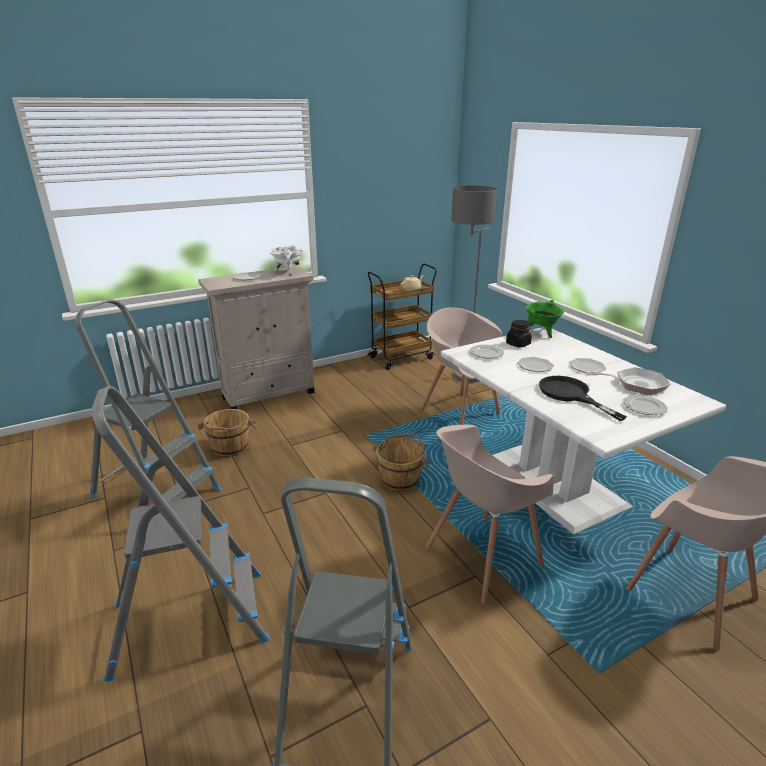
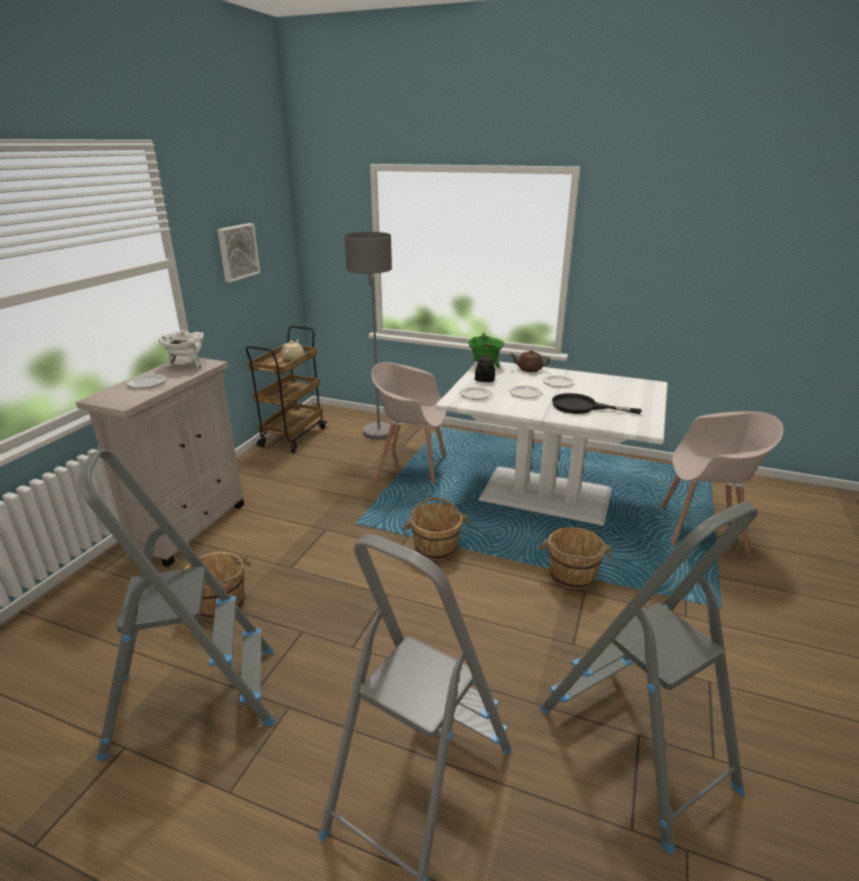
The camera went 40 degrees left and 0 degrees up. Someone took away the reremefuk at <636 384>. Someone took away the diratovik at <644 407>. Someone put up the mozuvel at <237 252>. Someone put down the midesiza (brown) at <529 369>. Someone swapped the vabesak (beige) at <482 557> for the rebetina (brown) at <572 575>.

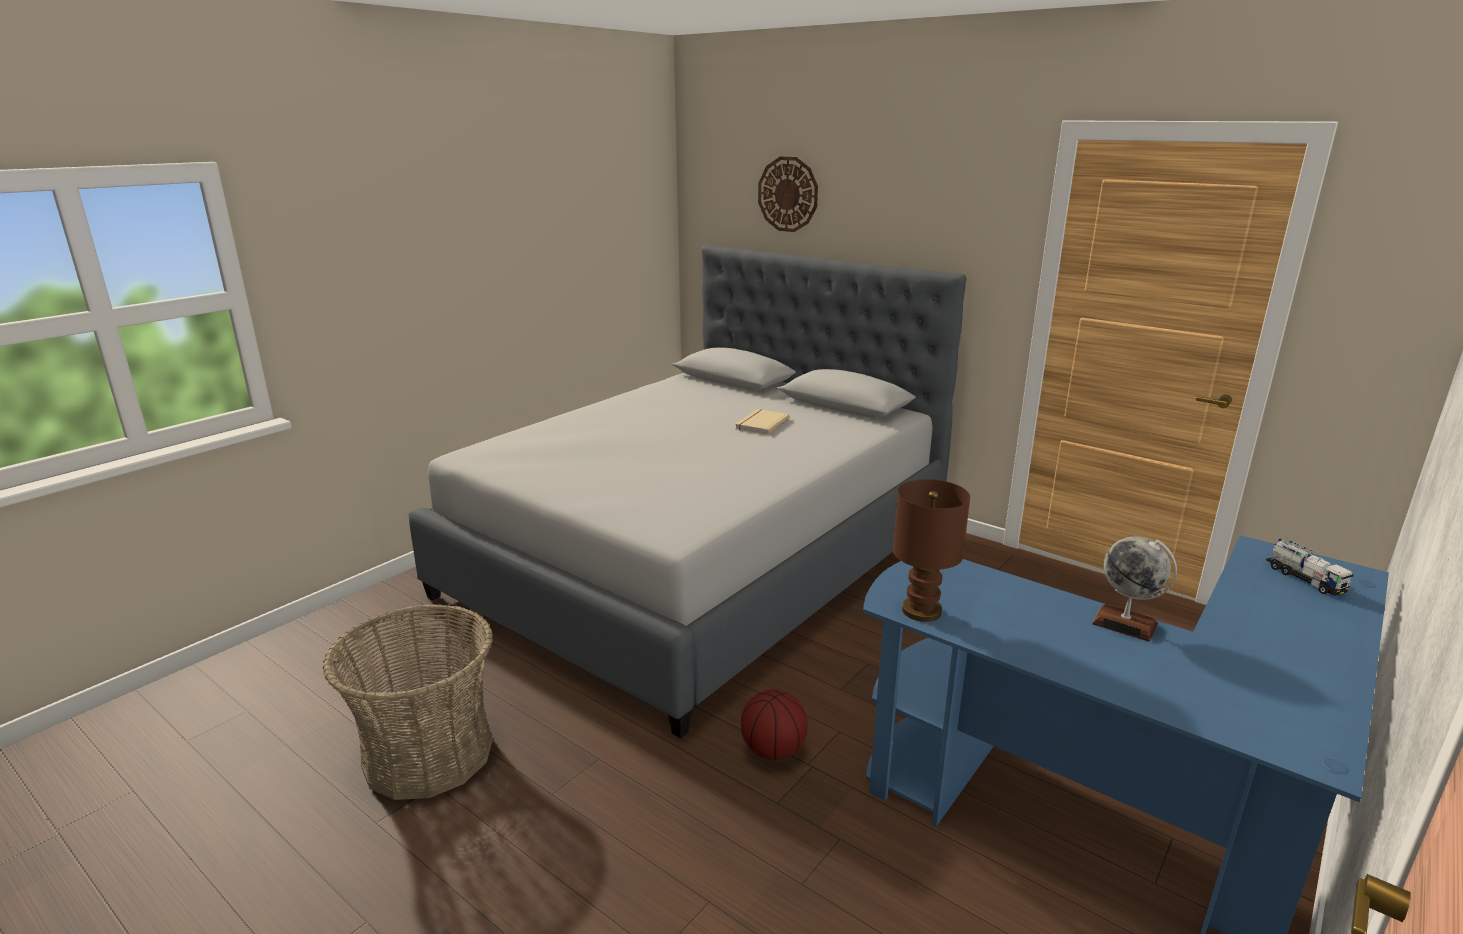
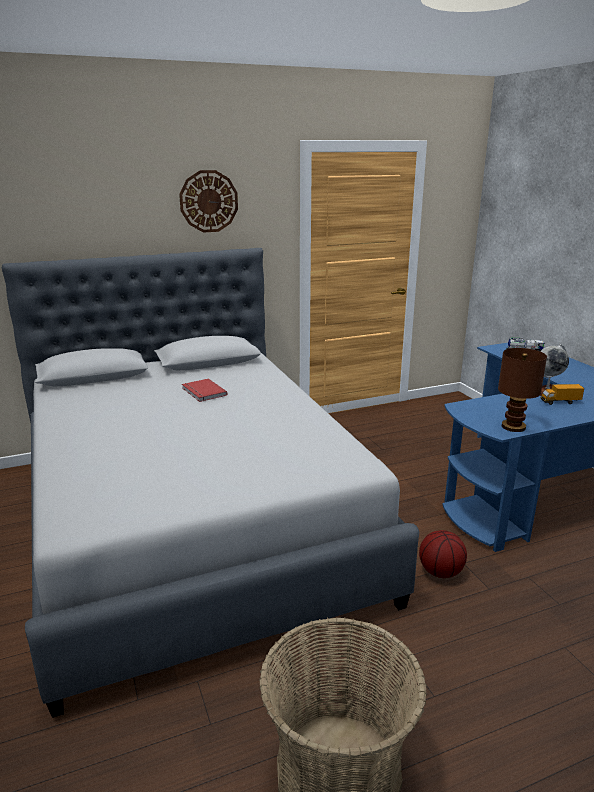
The camera went 60 degrees left and 0 degrees up. Someone put down the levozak at <560 402>. Someone carried the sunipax from <788 194> to <208 201>. Someone repainted the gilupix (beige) at <760 424>, which became the gilupix (red) at <203 392>.

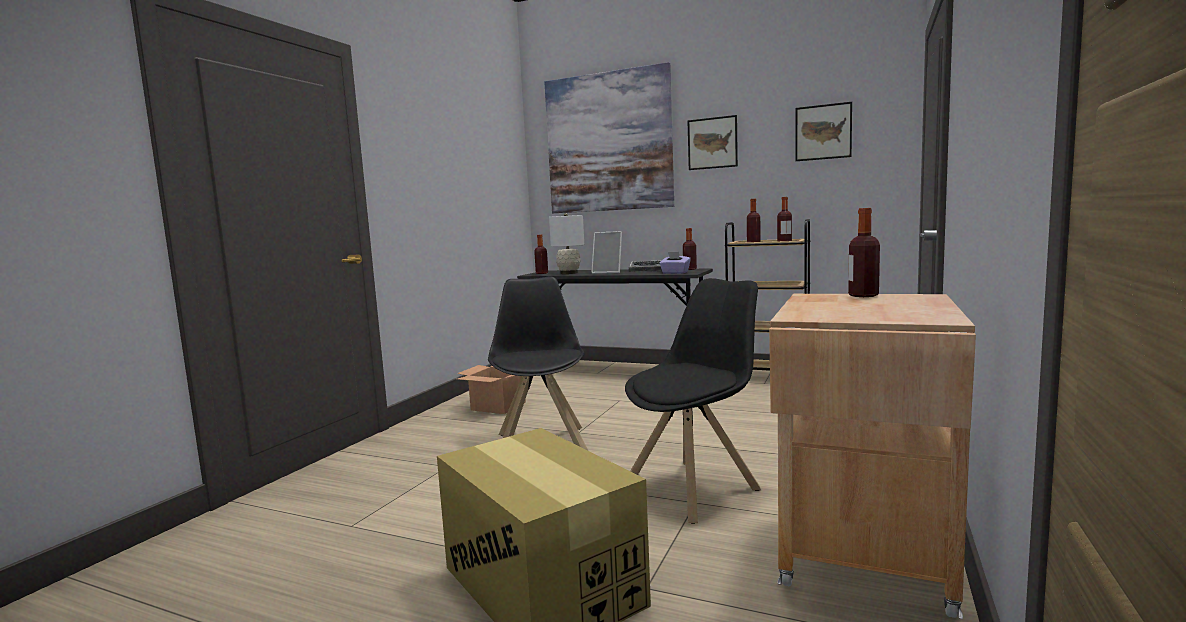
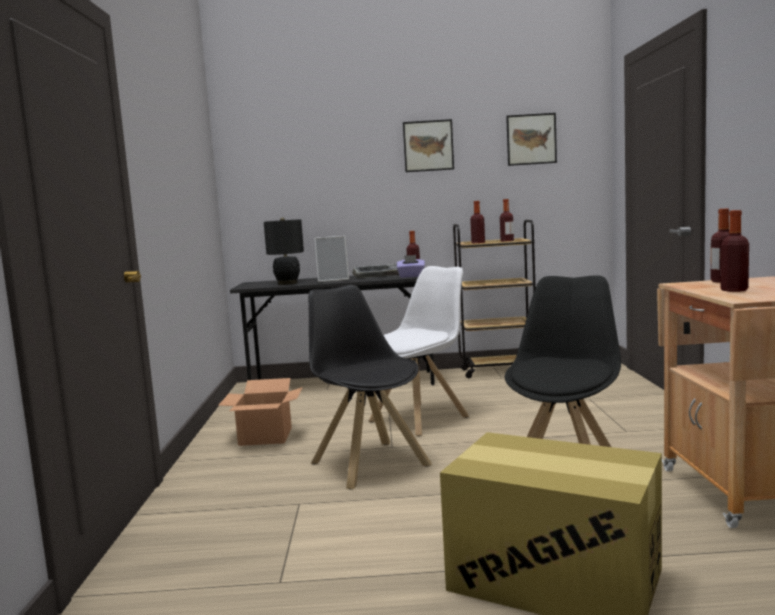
The camera went 25 degrees left and 0 degrees up. Someone took away the mozuvel at <608 142>. Someone put down the vabesak (white) at <422 417>. Someone carried the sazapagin from <542 273> to <734 290>. Someone repainted the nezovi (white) at <569 273>, which became the nezovi (black) at <287 283>.

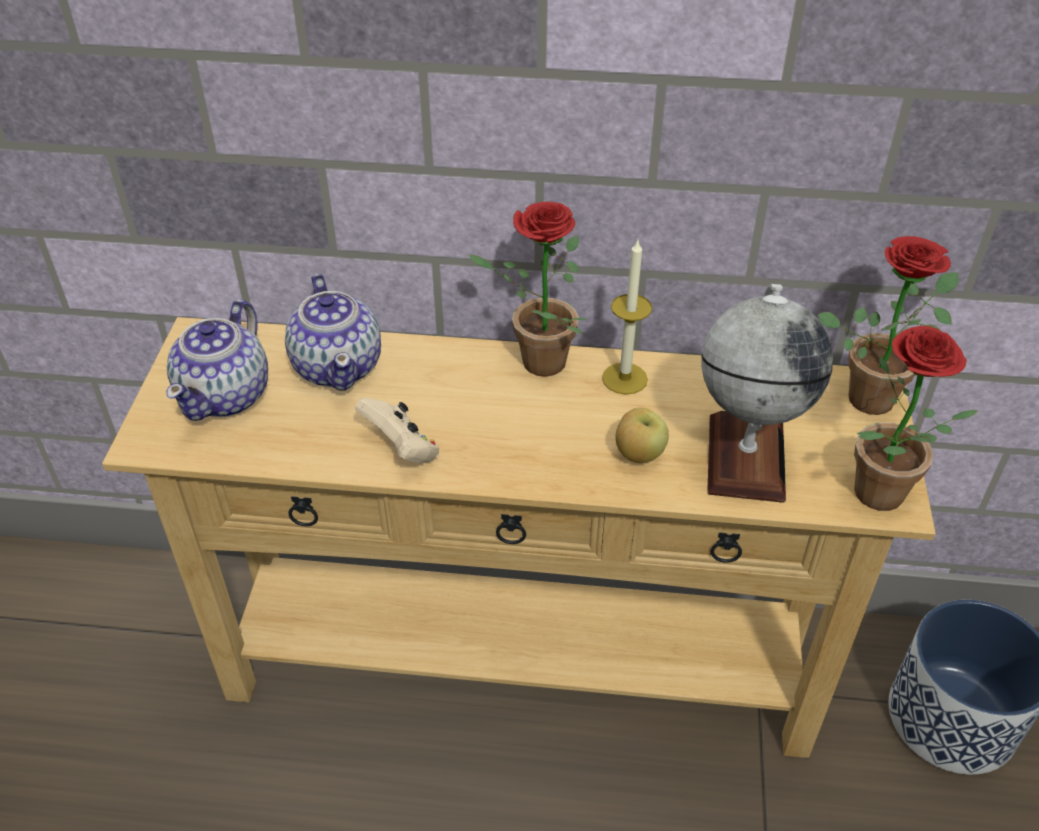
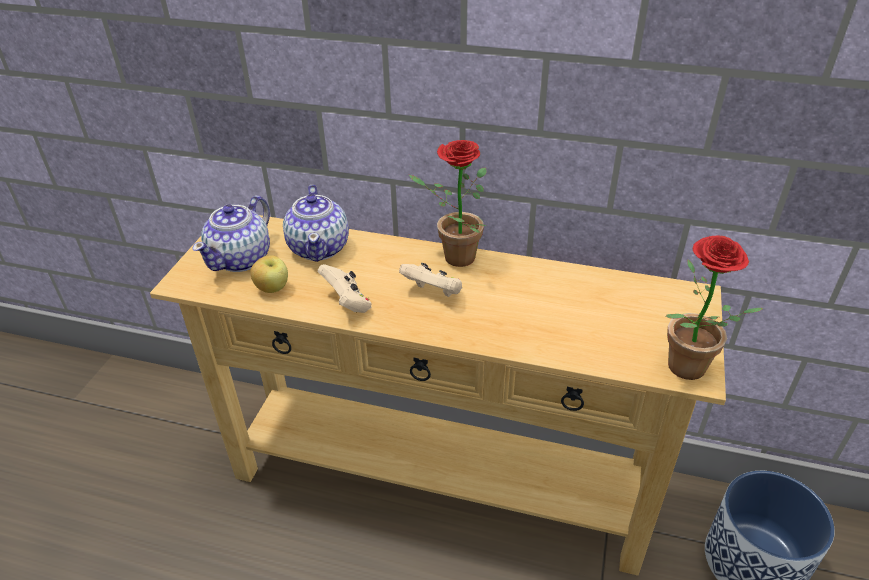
The camera went 10 degrees right and 5 degrees down. Someone took away the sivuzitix at <624 378>. Someone took away the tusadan at <745 457>. Someone took away the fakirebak at <875 393>. Someone put down the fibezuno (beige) at <434 292>. Someone carried the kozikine from <639 455> to <272 288>.

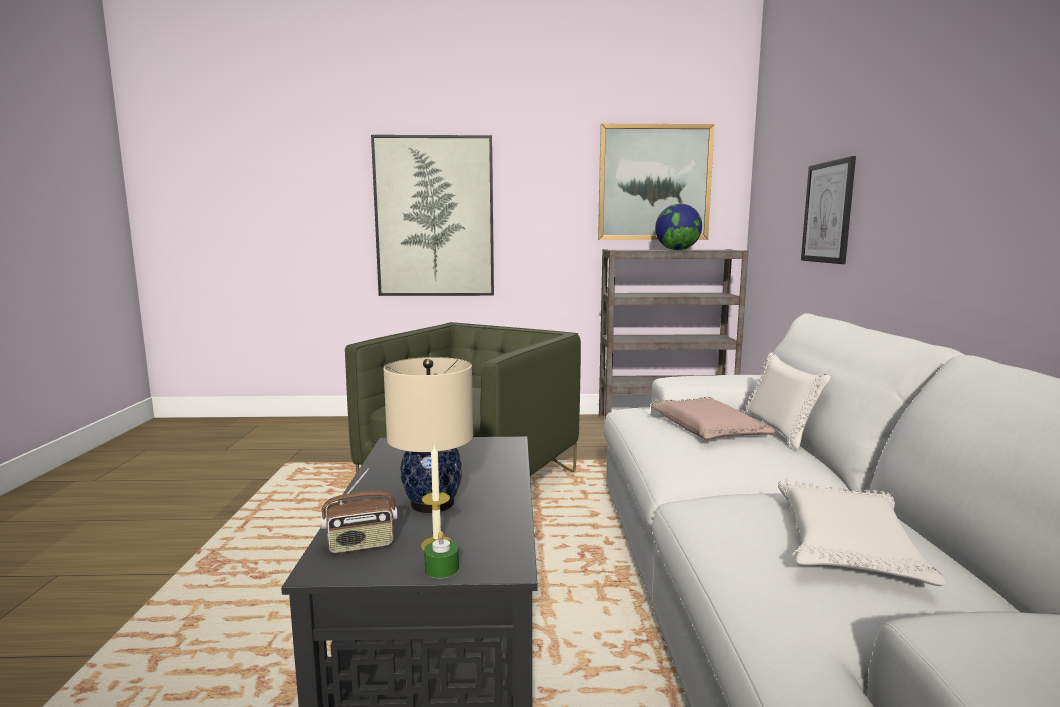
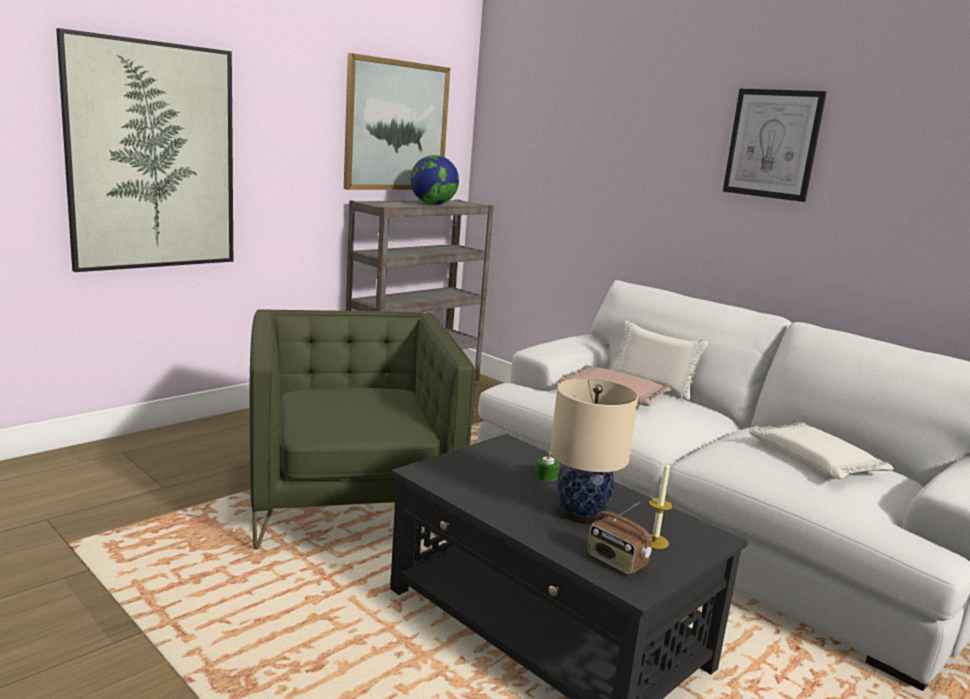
The camera went 45 degrees left and 5 degrees up. Someone carried the sivuzitix (green) from <441 568> to <546 475>. Someone carried the mozuvel from <828 212> to <772 144>. Someone rotated the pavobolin at <361 545> by 105 degrees clockwise.

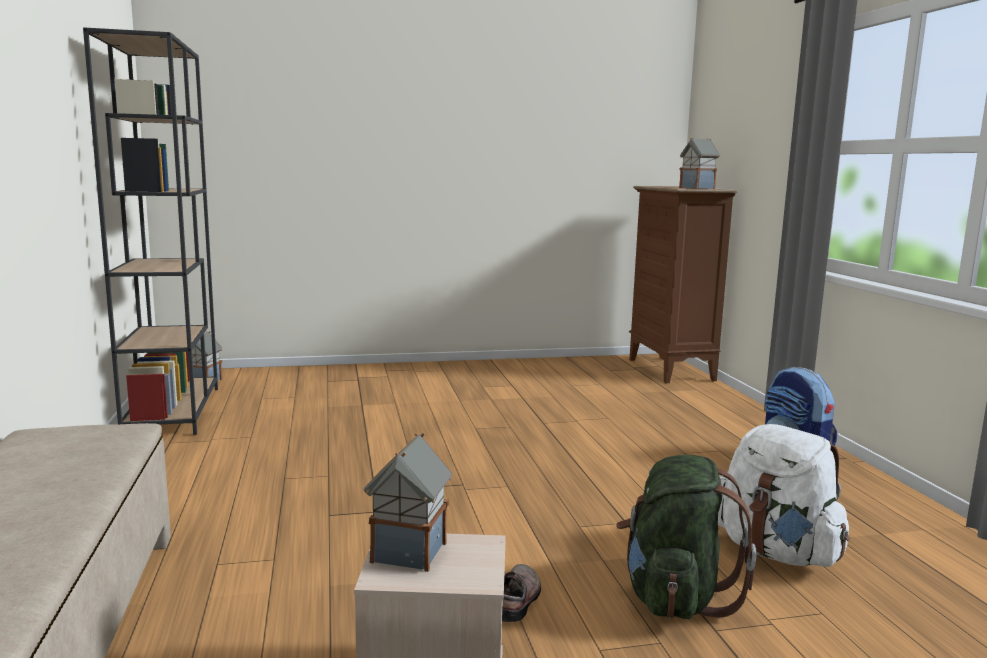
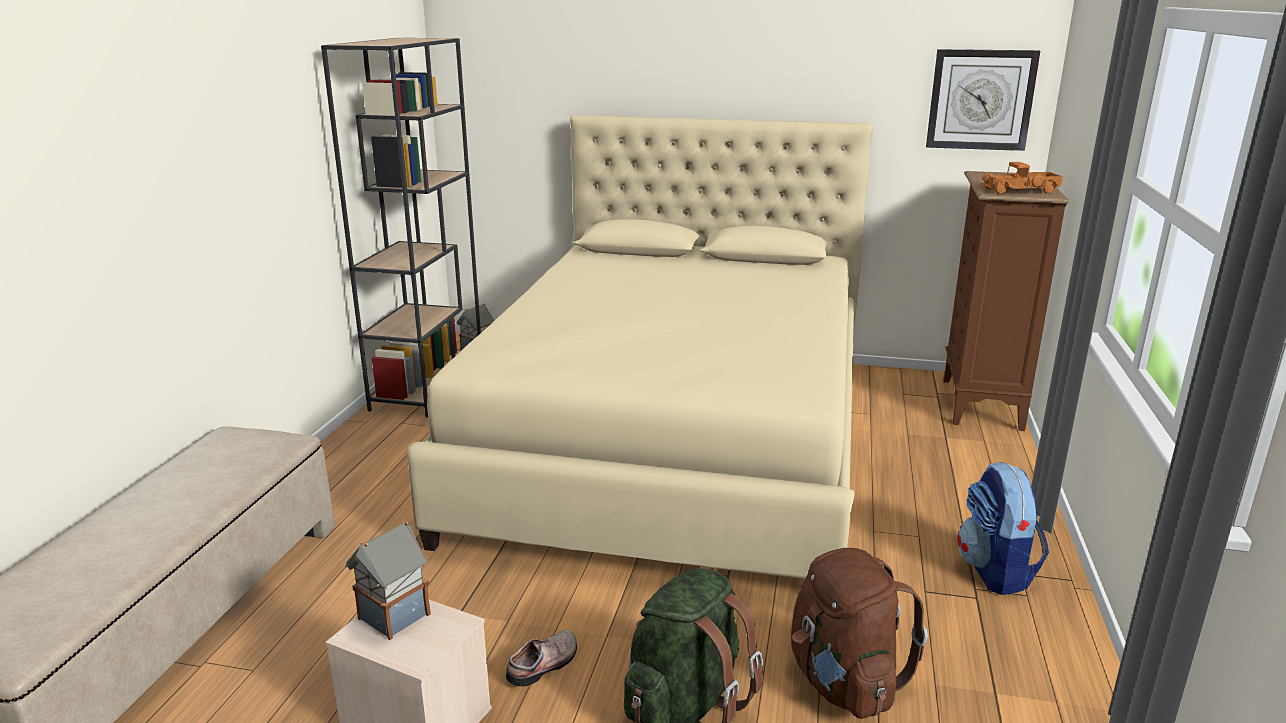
The camera went 25 degrees right and 10 degrees up. Someone put down the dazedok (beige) at <676 439>. Someone put up the sunipax at <980 100>. Someone swapped the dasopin at <697 188> for the levozak at <1020 191>. Someone repainted the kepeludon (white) at <776 552>, which became the kepeludon (brown) at <843 682>.

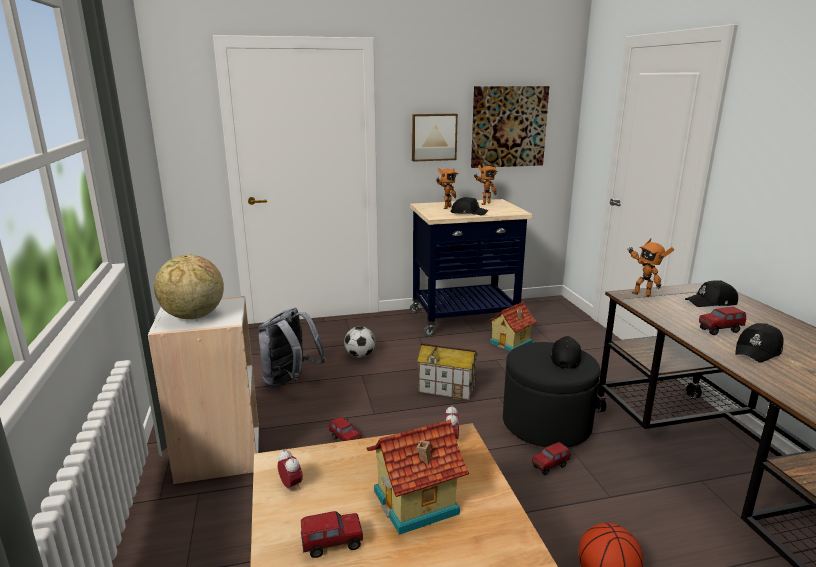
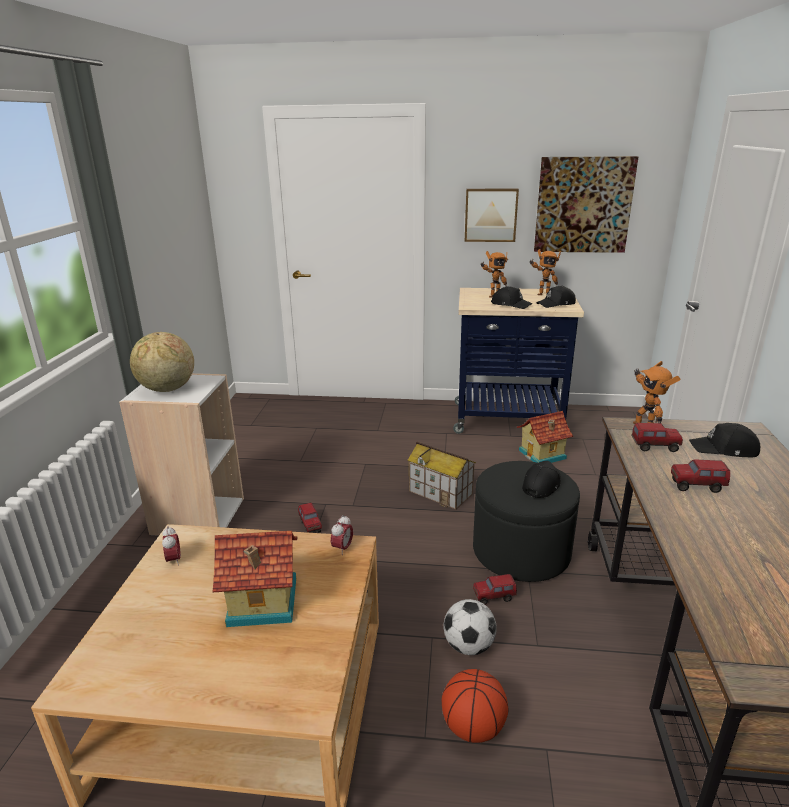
The camera went 20 degrees right and 5 degrees up. Someone took away the kepeludon (grey) at <290 382>. Someone carried the levozak from <332 544> to <654 447>. Someone carried the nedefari from <360 355> to <468 646>. Someone carried the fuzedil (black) from <758 351> to <556 304>.

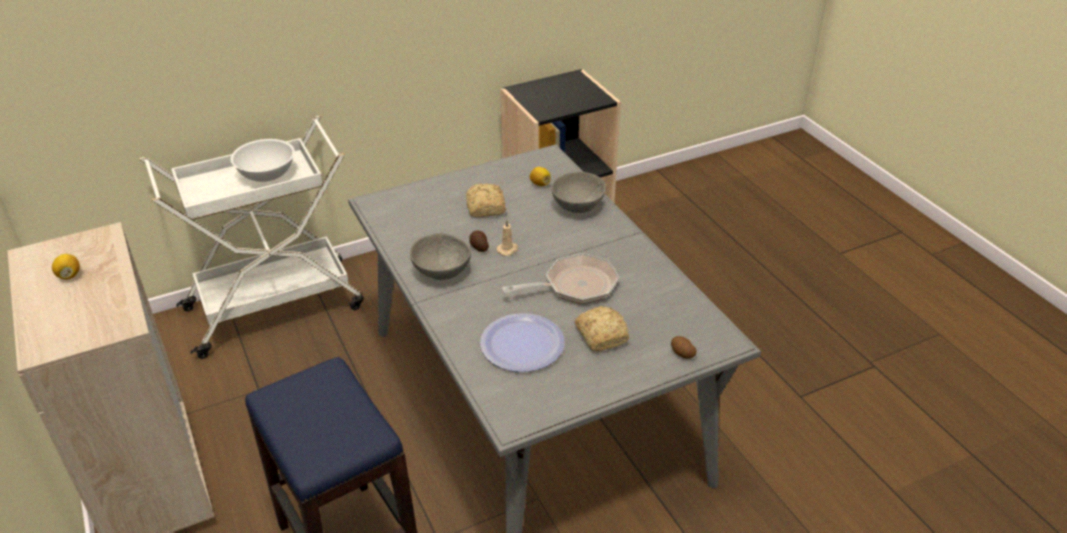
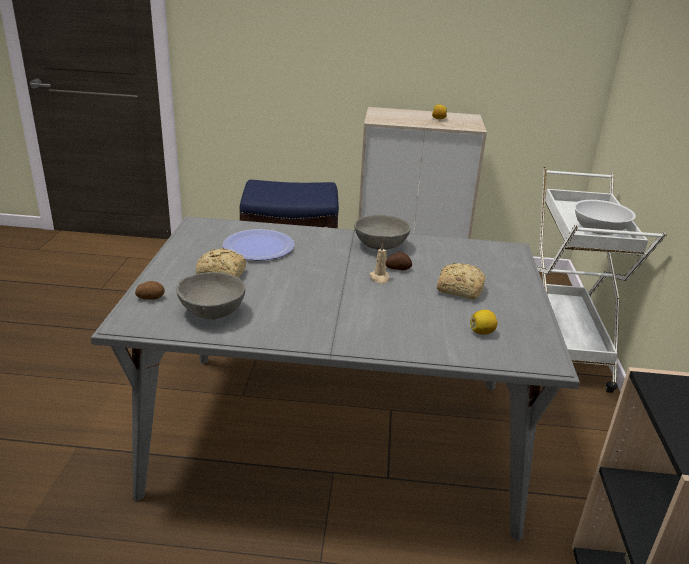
The camera went 120 degrees right and 10 degrees down. Someone took away the reremefuk at <575 286>. Someone carried the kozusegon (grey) from <578 206> to <213 313>.

